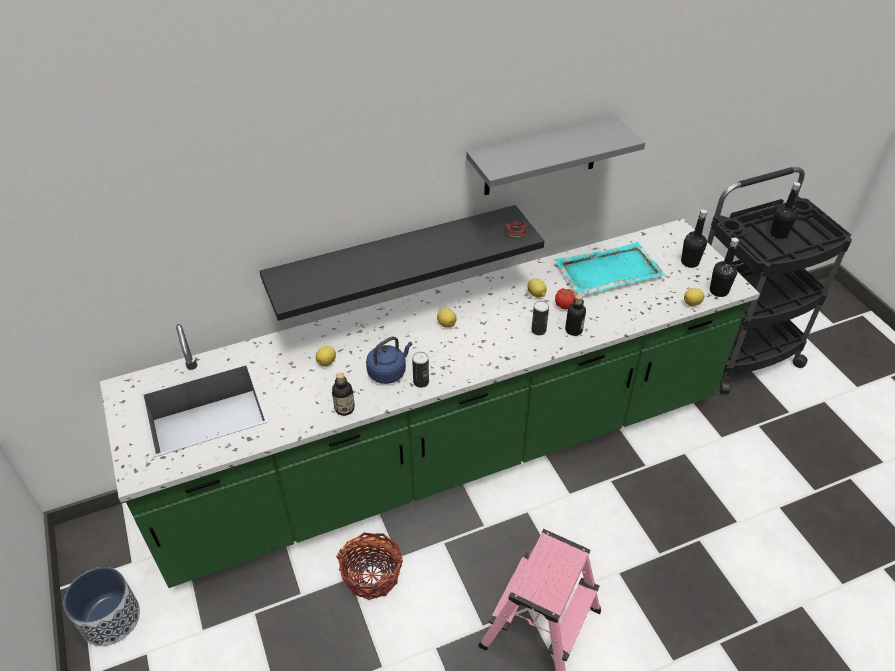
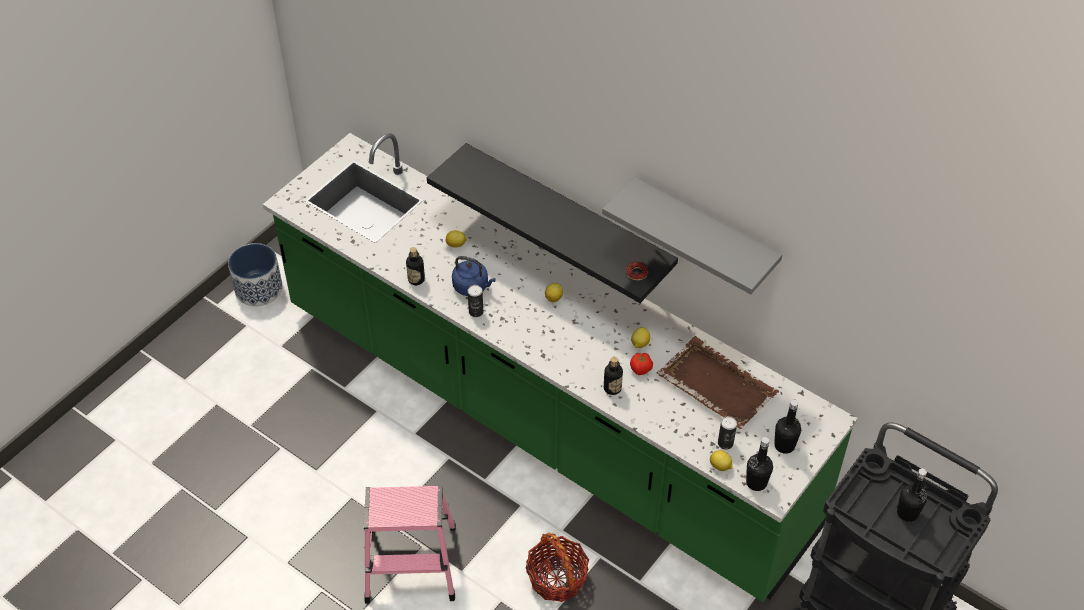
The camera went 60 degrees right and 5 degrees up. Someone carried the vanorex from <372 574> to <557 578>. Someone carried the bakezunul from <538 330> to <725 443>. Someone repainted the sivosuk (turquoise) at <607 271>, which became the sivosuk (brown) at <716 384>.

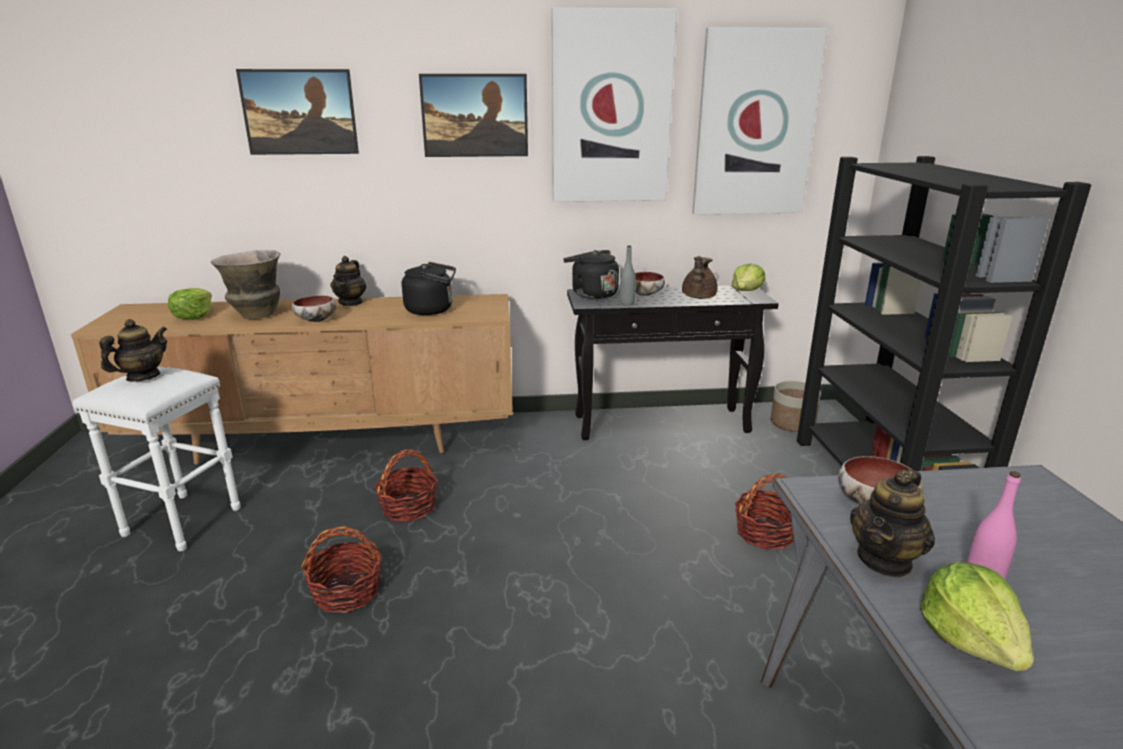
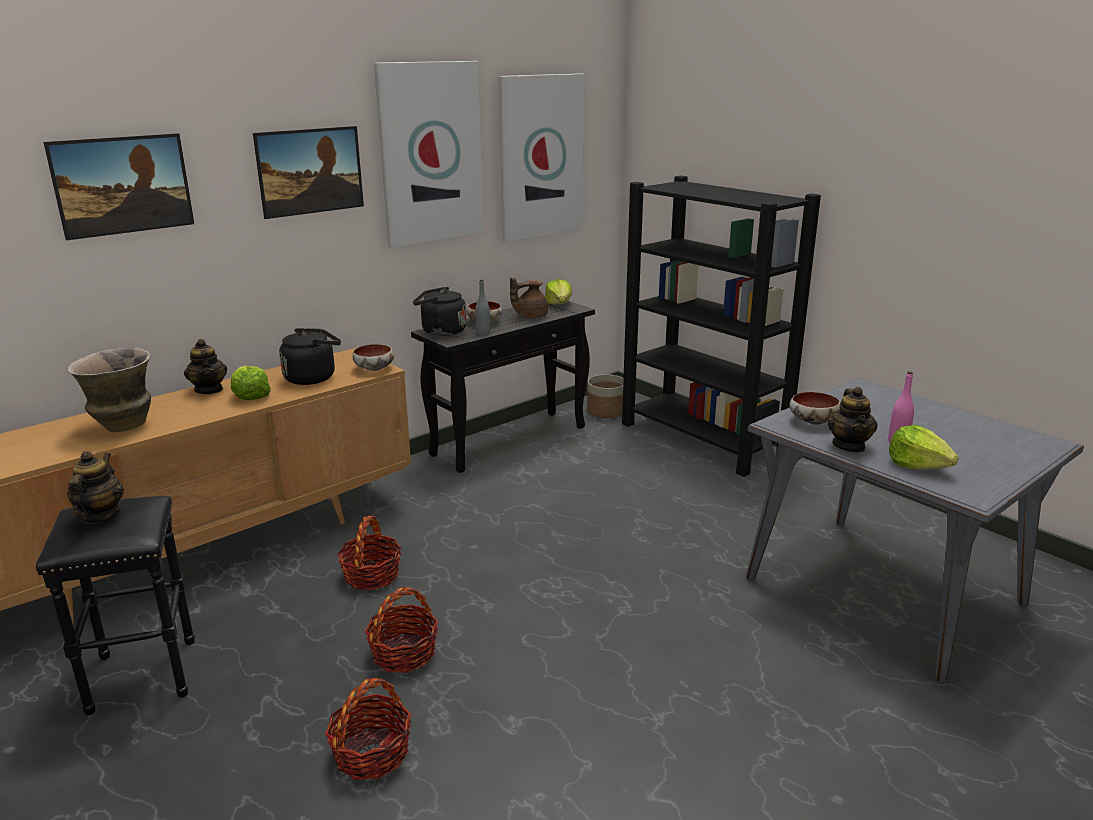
The camera went 35 degrees left and 0 degrees up. Someone carried the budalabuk from <194 316> to <250 396>. Someone carried the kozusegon from <316 320> to <375 369>. Someone carried the vanorex from <765 533> to <372 753>. Someone repainted the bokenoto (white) at <179 521>, which became the bokenoto (black) at <140 677>. Someone rotated the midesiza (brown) at <698 297> by 75 degrees clockwise.

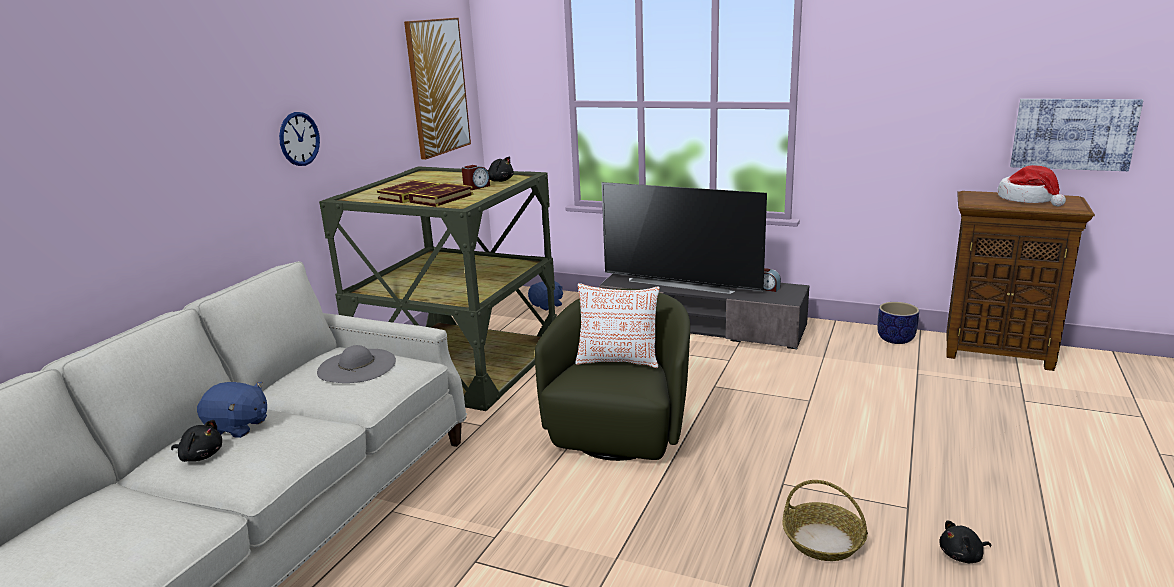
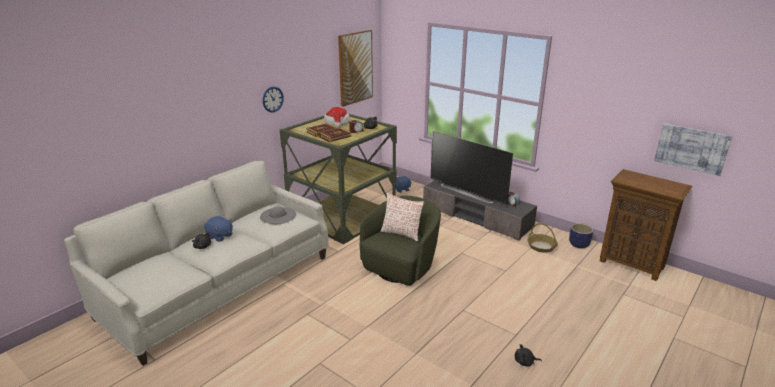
The camera went 15 degrees right and 5 degrees up. Someone carried the vanorex from <823 541> to <541 246>. Someone carried the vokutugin from <1028 199> to <337 123>.

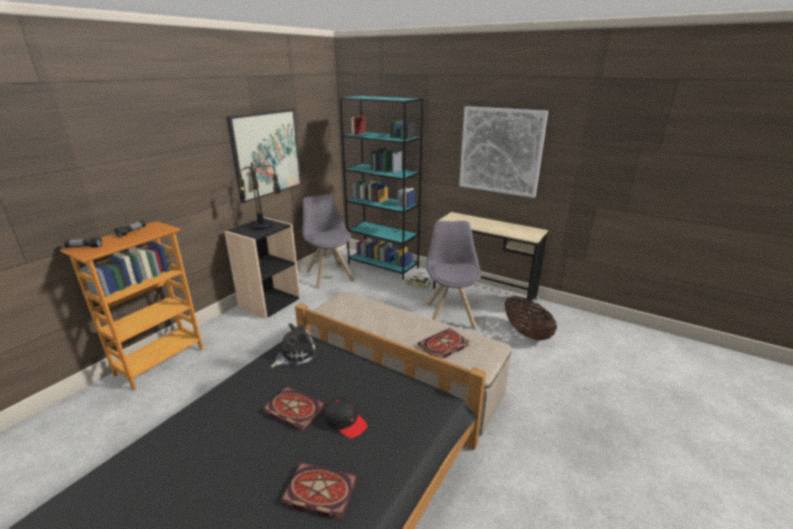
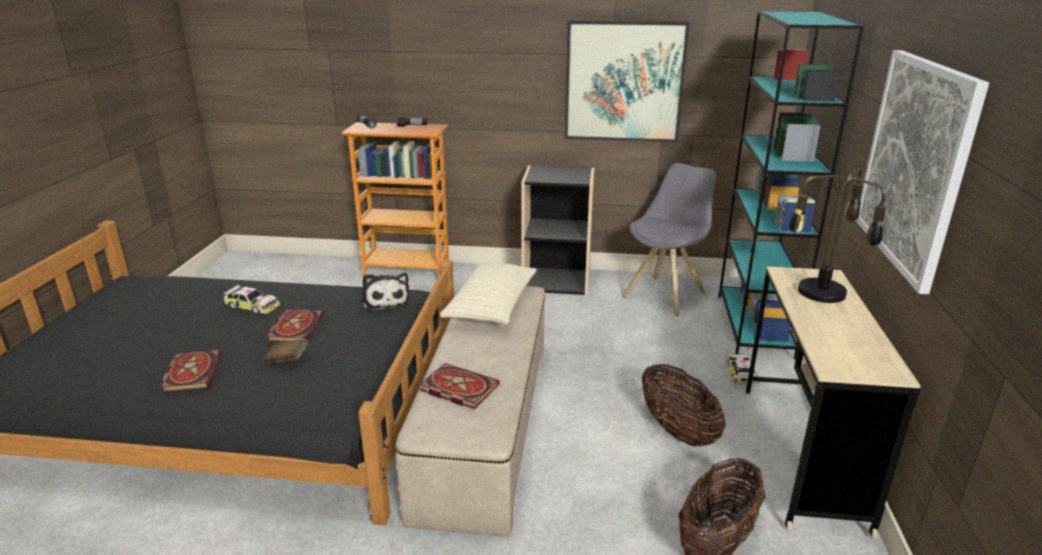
The camera went 65 degrees right and 0 degrees up. Someone put down the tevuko at <253 306>. Someone put down the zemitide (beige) at <491 307>. Someone carried the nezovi from <261 226> to <822 293>. Someone swapped the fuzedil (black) at <345 421> for the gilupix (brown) at <287 360>. Someone swapped the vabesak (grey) at <450 315> for the vanorex at <677 430>. Someone rotated the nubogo at <295 354> by 45 degrees clockwise.

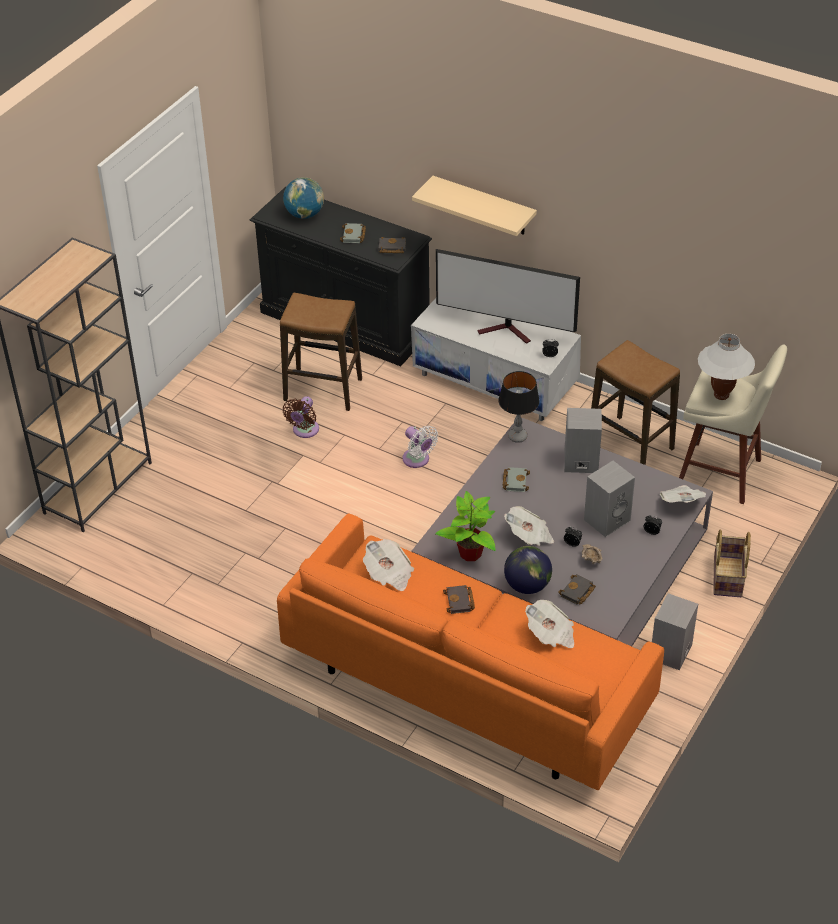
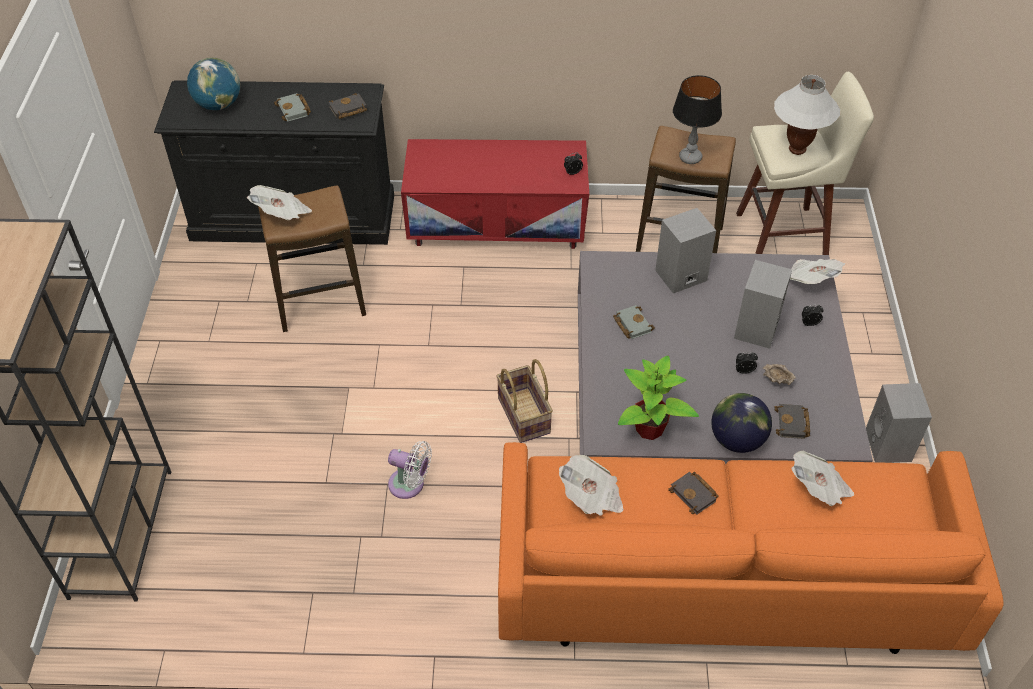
The camera went 30 degrees left and 5 degrees up. Someone took away the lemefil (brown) at <304 431>. Someone took away the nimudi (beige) at <483 206>. Someone took away the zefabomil at <507 331>. Someone carried the lemefil (white) from <417 460> to <410 485>. Someone carried the nezovi from <517 437> to <690 158>. Someone carried the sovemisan from <529 536> to <282 214>. Someone carried the vanorex from <728 577> to <525 415>. Someone repainted the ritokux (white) at <495 382>, which became the ritokux (red) at <498 224>.

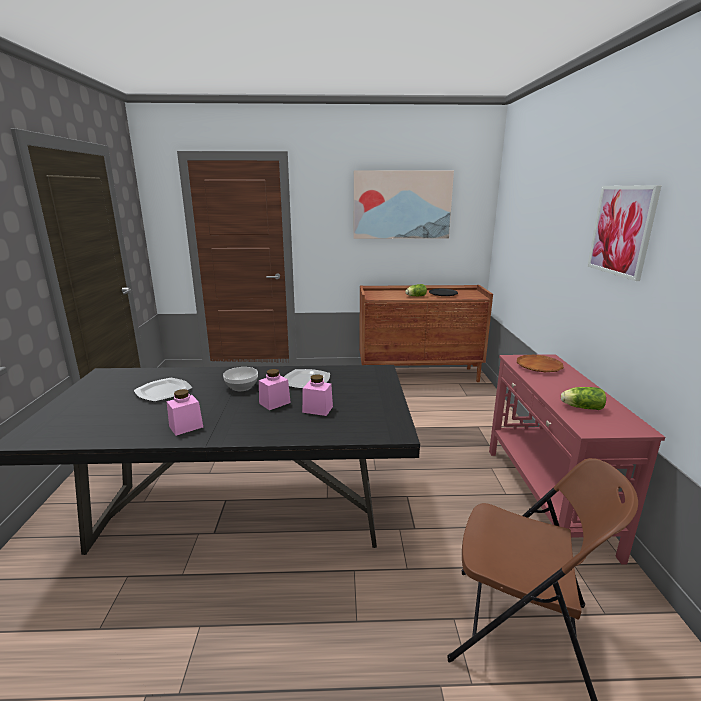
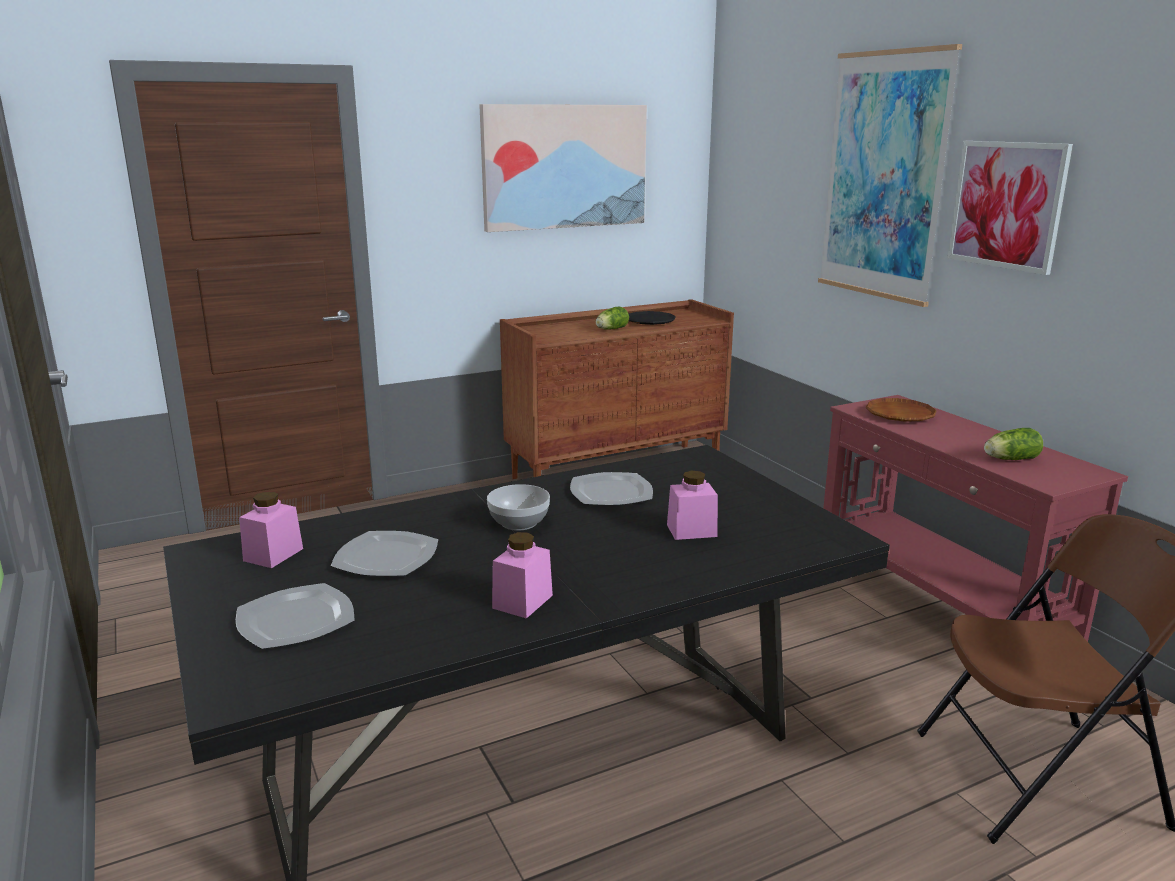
The camera went 25 degrees left and 0 degrees up. Someone put down the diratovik at <294 620>. Someone put up the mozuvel at <884 176>. Someone carried the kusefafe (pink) from <274 403> to <273 554>.

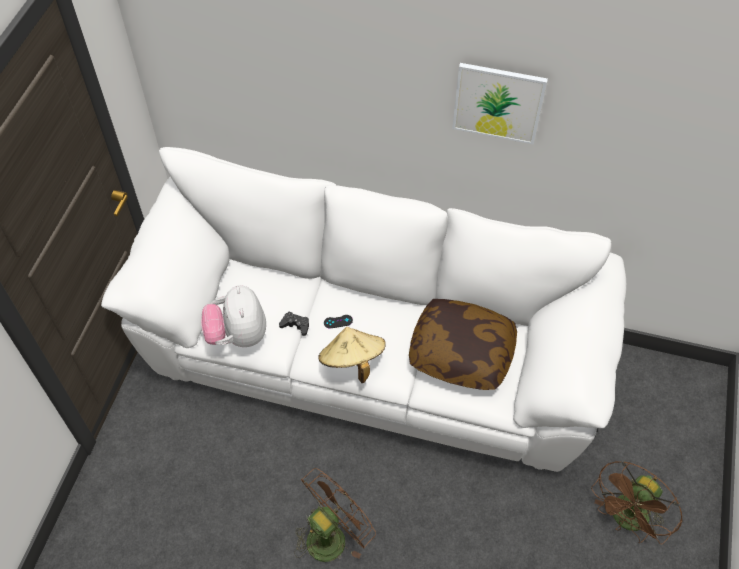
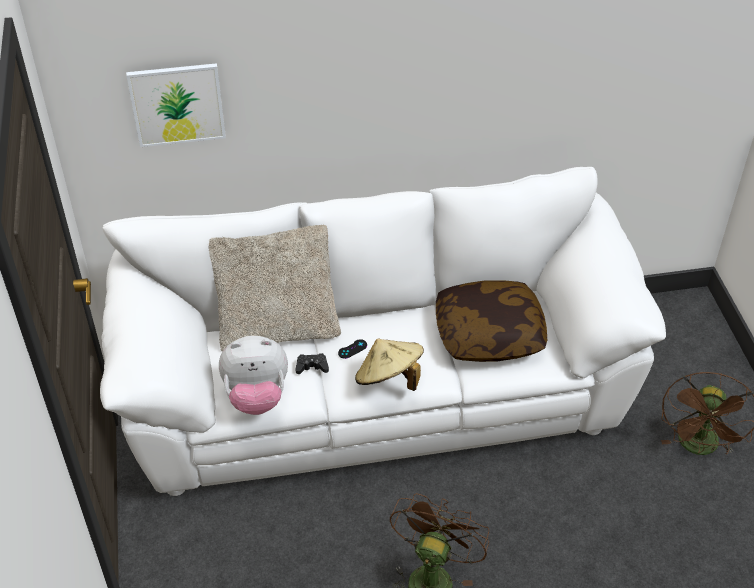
The camera went 25 degrees left and 10 degrees down. Someone put down the zemitide (beige) at <278 326>. Someone carried the mozuvel from <498 102> to <177 104>. Someone rotated the nubogo at <238 335> by 60 degrees counterclockwise.

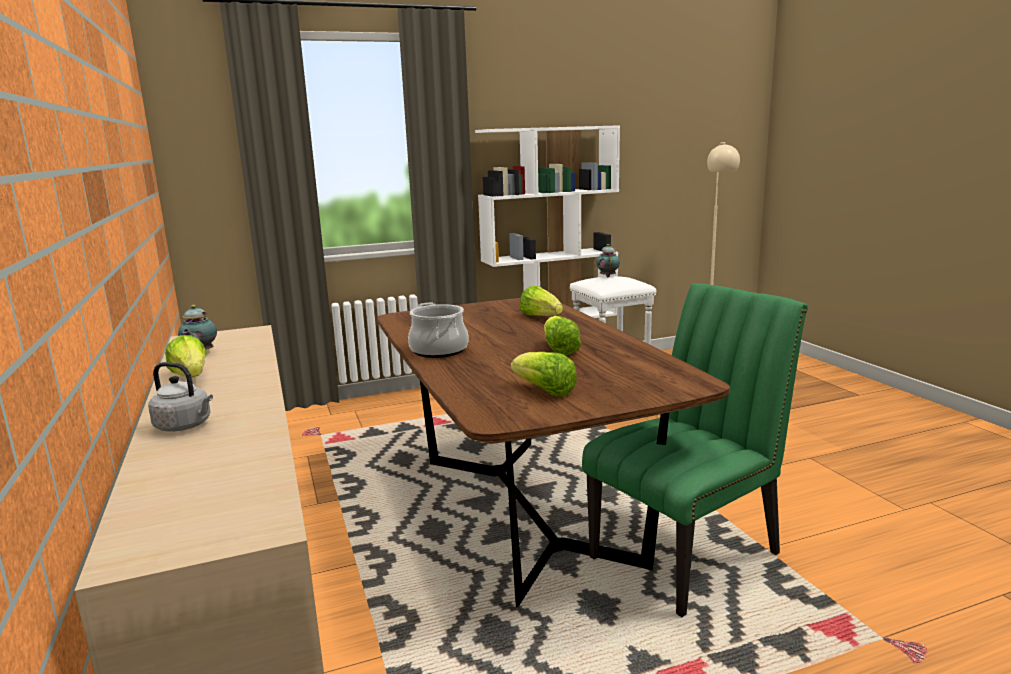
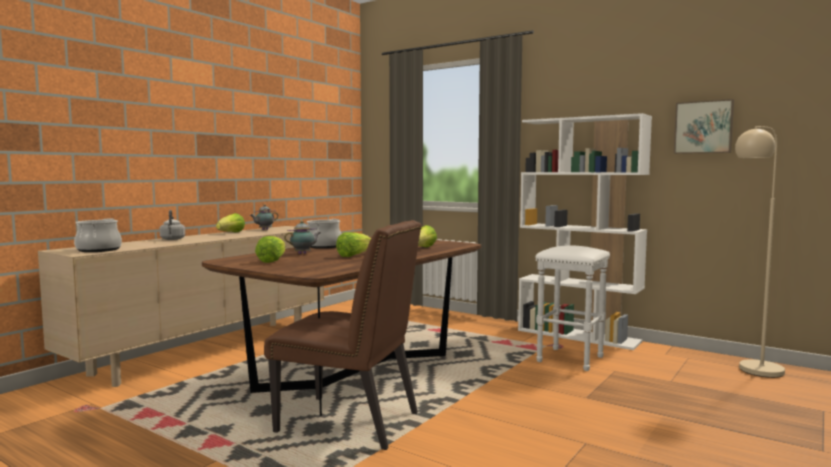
The camera went 55 degrees right and 10 degrees down. Someone put down the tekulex at <99 250>. Someone put up the mozuvel at <703 127>. Someone carried the midesiza from <607 276> to <303 254>. Someone repainted the vabesak (green) at <684 556>, which became the vabesak (brown) at <347 422>.

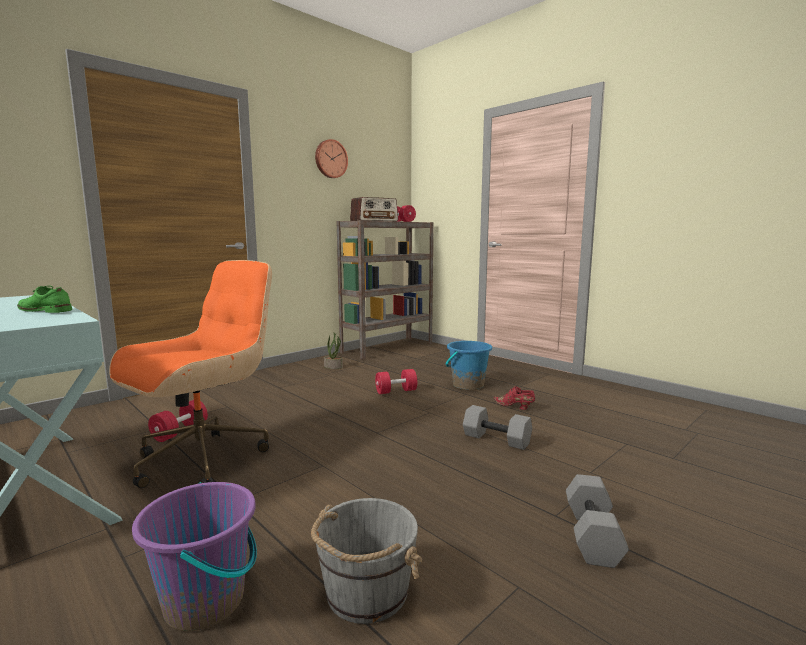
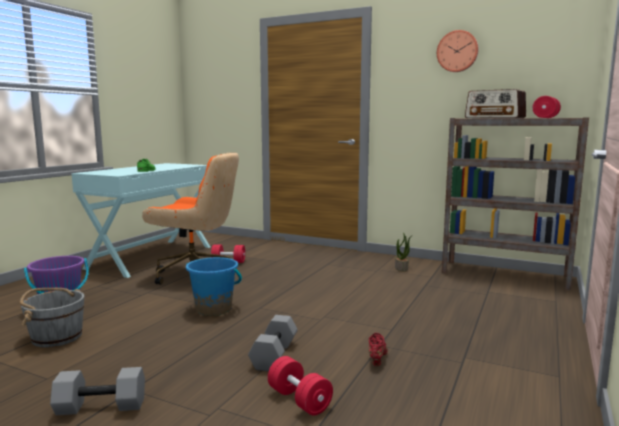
The camera went 70 degrees right and 0 degrees up. Someone carried the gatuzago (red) from <396 391> to <299 400>. Someone carried the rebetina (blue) from <468 385> to <214 309>.

